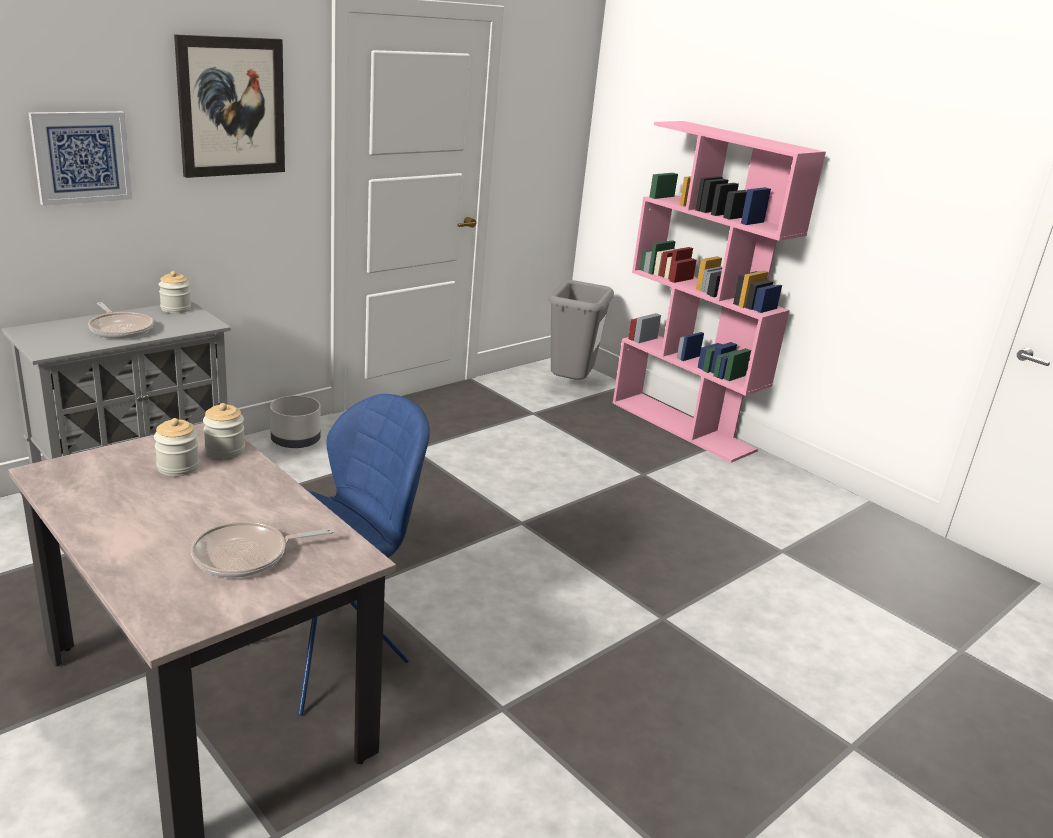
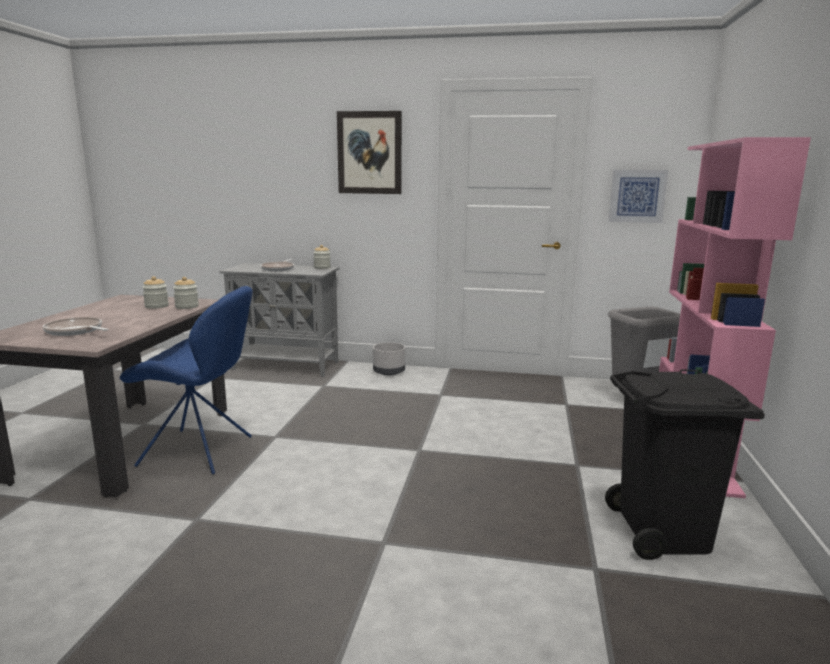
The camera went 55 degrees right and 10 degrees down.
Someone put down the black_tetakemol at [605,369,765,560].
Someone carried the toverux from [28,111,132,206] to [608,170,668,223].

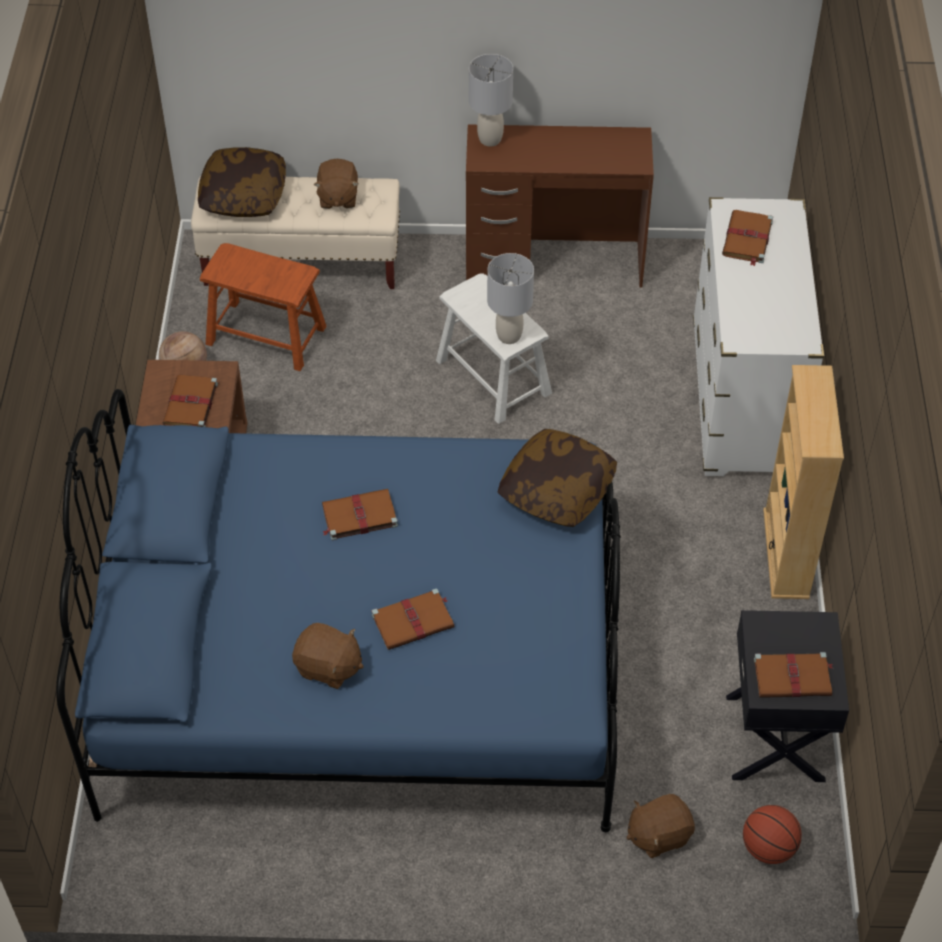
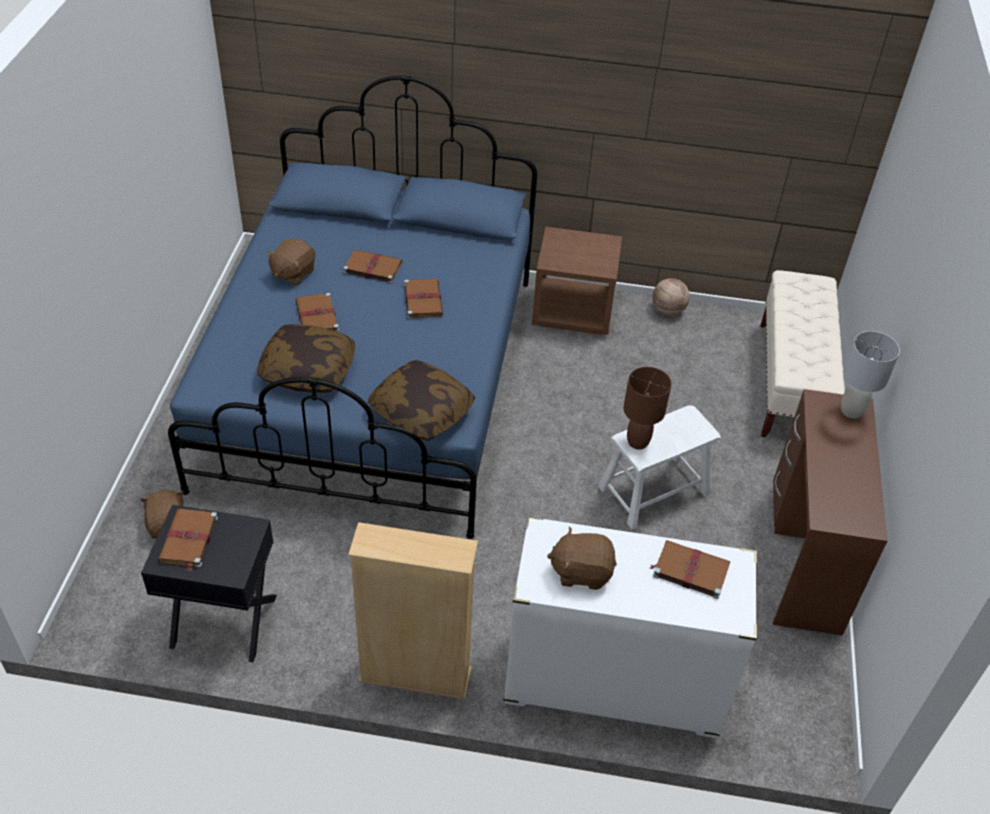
The camera went 95 degrees right and 5 degrees down.
Someone took away the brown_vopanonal at [200,243,326,371].
Someone took away the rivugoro at [743,805,802,864].
Someone carried the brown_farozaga from [163,375,218,427] to [341,250,402,283].
Someone carried the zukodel from [198,147,286,217] to [257,324,355,393].
Someone carried the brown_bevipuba from [314,159,358,209] to [547,526,617,590].
Someone repainted the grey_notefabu at [487,253,534,344], which became the brown_notefabu at [623,367,672,449].

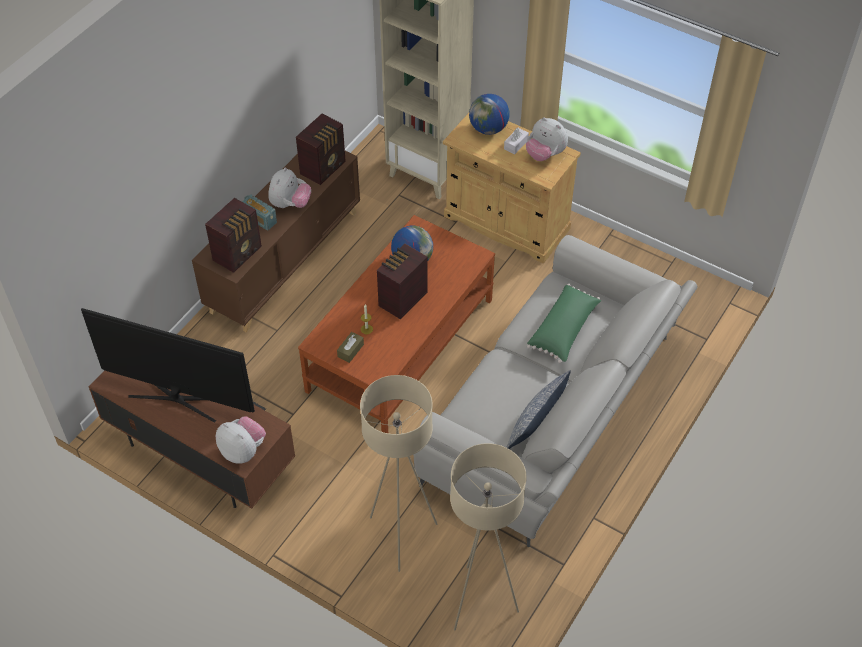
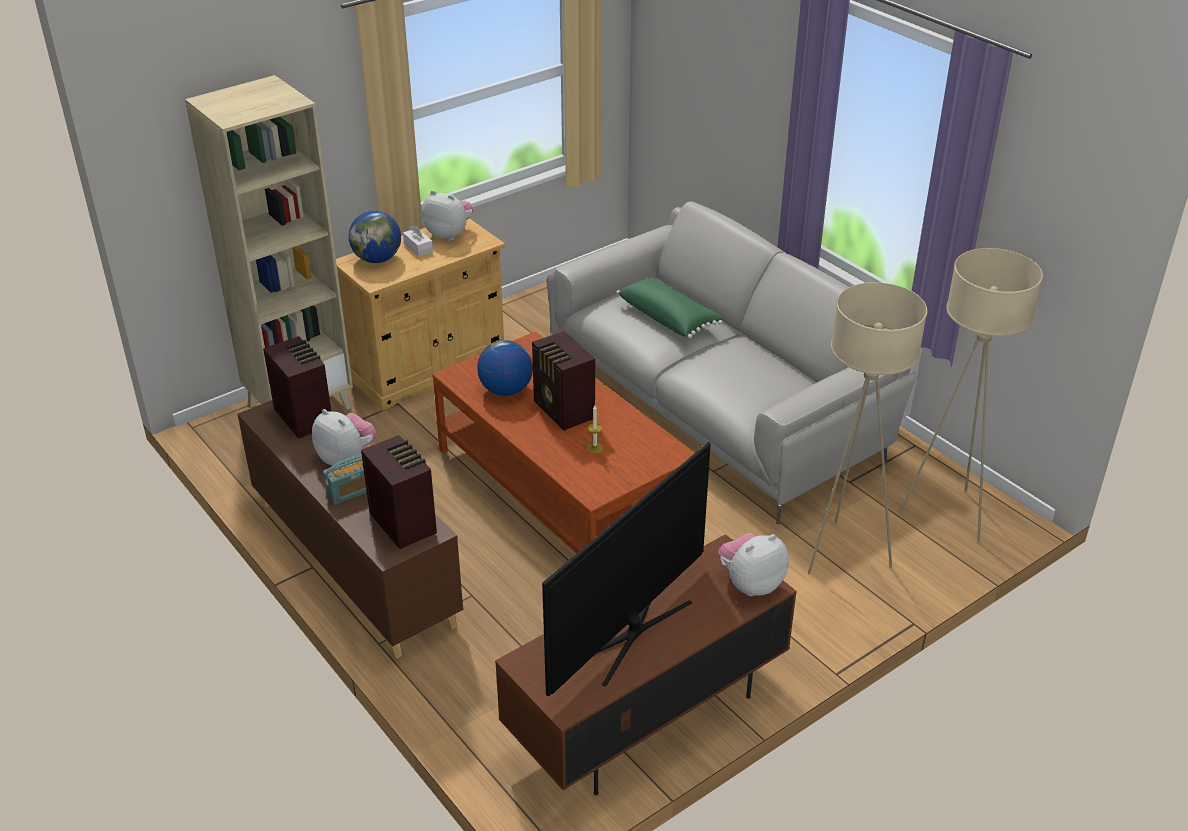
The camera went 70 degrees left and 15 degrees down.
Someone took away the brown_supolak at [337,332,364,363].
Someone took away the zukodel at [506,370,571,449].
Someone rotated the bevipuba at [526,117,568,161] by 120 degrees counterclockwise.

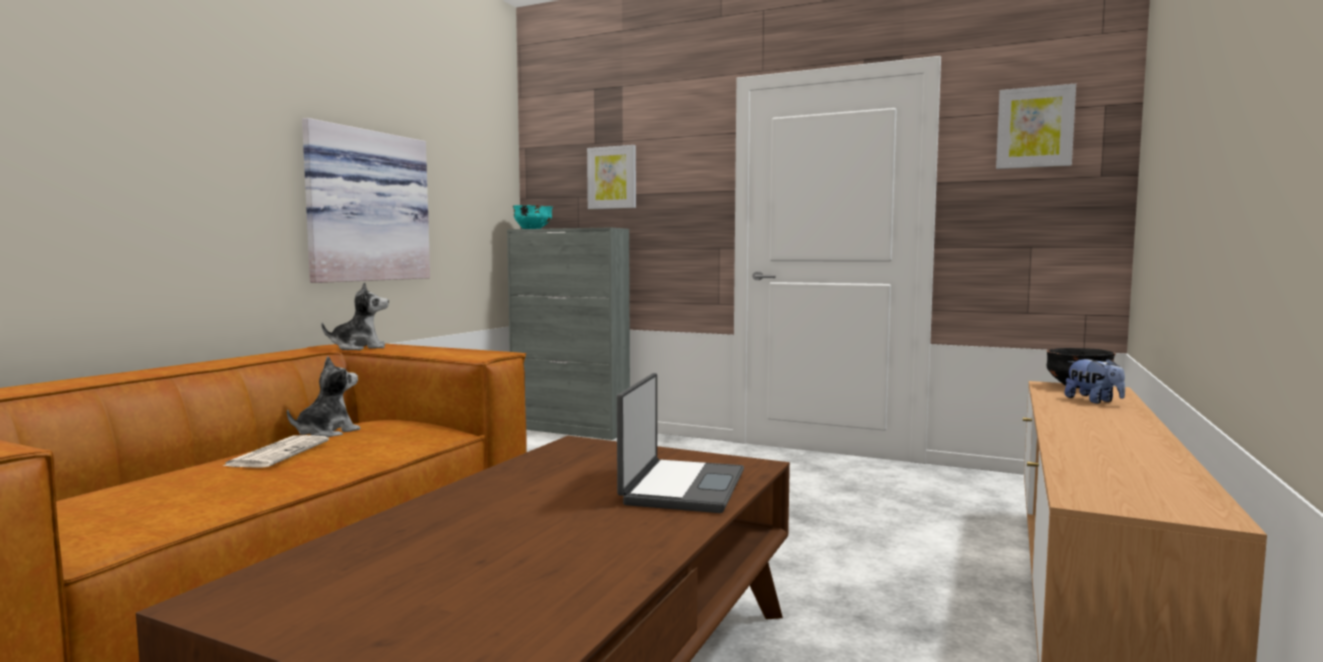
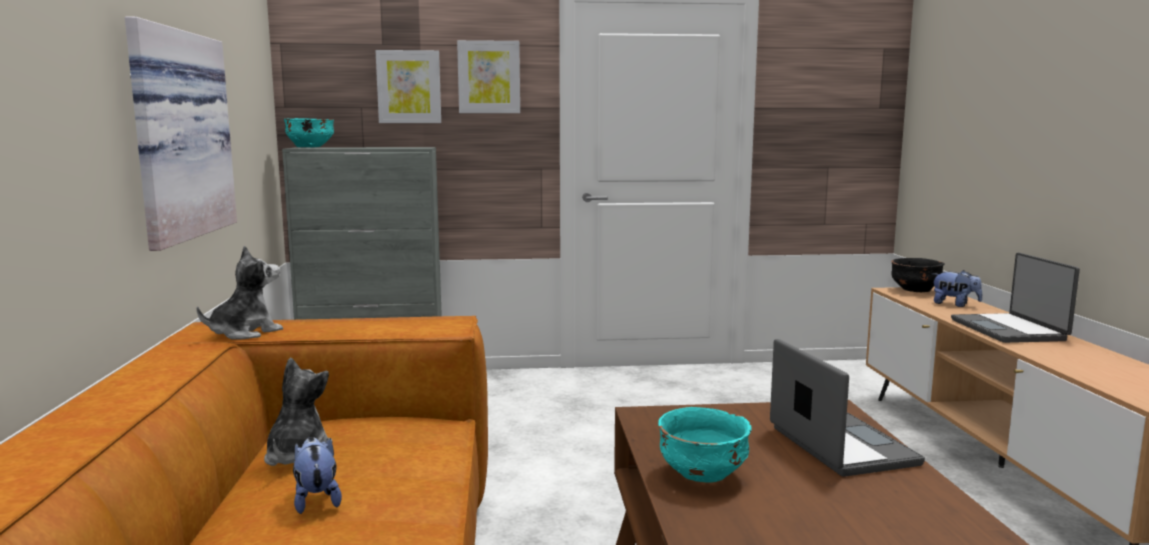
The camera went 30 degrees left and 5 degrees up.
Someone put down the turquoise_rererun at [658,407,752,483].
Someone put down the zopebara at [951,253,1080,343].
Someone carried the toverux from [996,84,1076,169] to [457,40,520,113].
Someone swapped the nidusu at [223,435,329,468] for the bevipuba at [293,437,342,514].

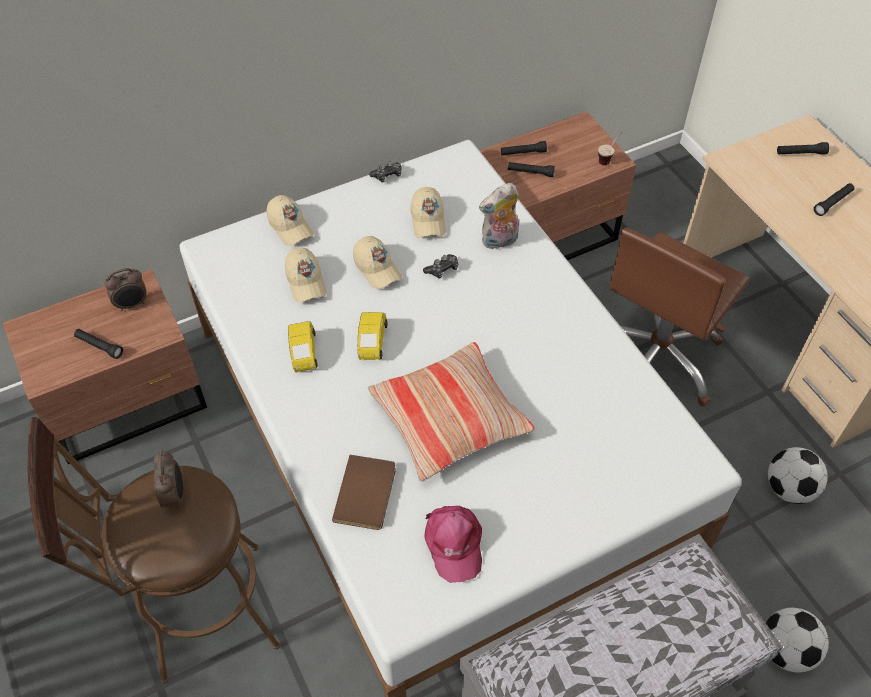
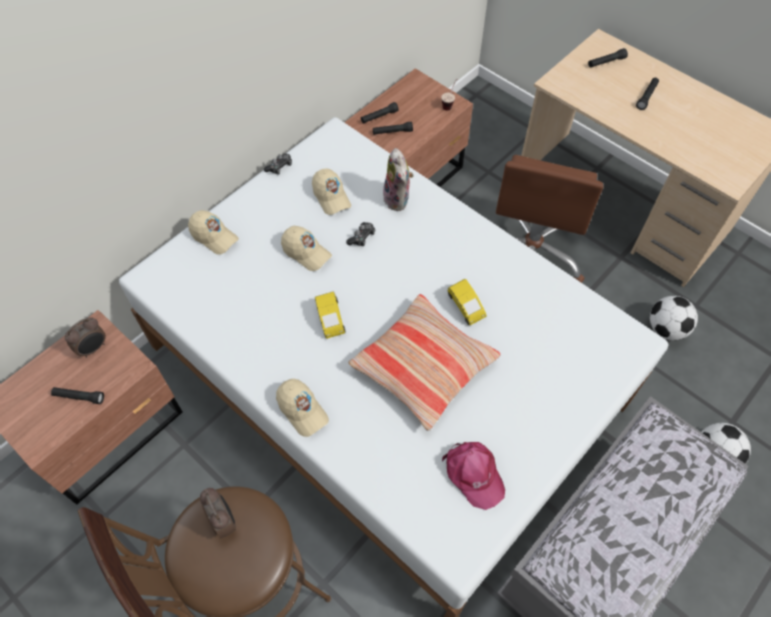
The camera went 20 degrees left and 5 degrees up.
Someone took away the brown_farozaga at [332,455,396,530].
Someone carried the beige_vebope from [285,248,327,303] to [276,379,329,437].
Someone carried the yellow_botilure from [288,321,318,372] to [448,279,487,325].
Someone rotated the bevipuba at [479,183,519,250] by 60 degrees counterclockwise.

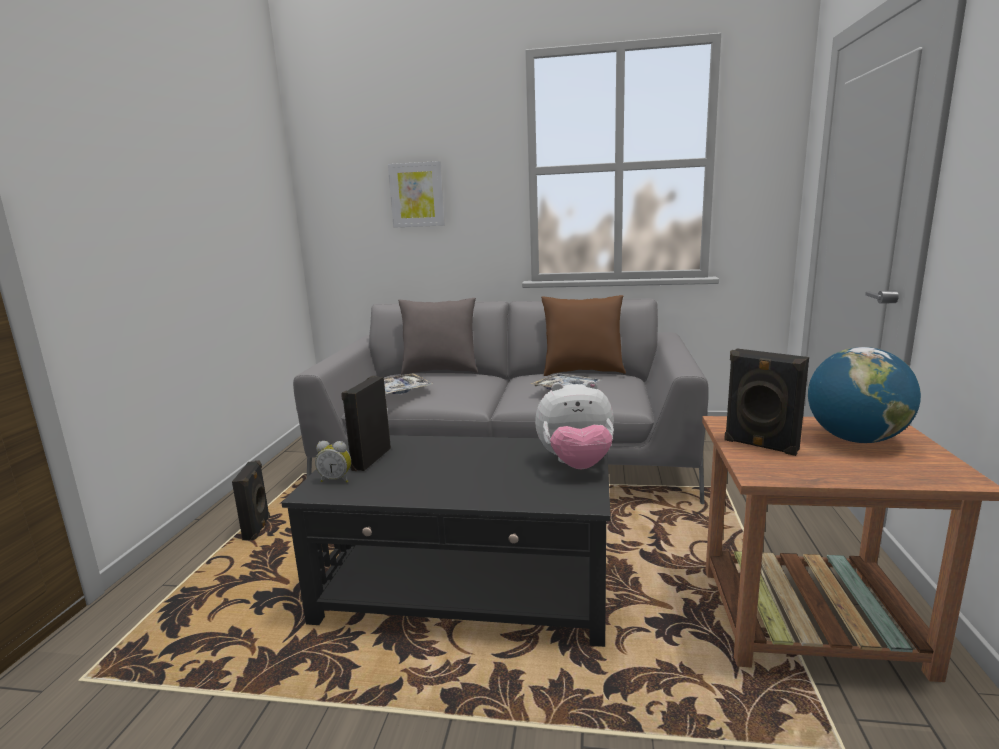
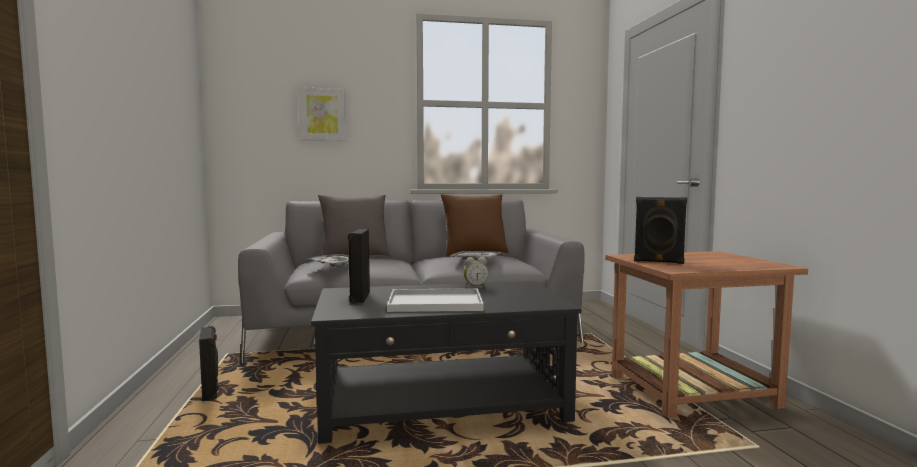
The camera went 20 degrees left and 10 degrees down.
Someone took away the bevipuba at [535,381,614,469].
Someone took away the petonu at [808,347,921,443].
Someone put down the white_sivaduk at [387,288,484,312].
Someone carried the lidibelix from [315,441,351,483] to [464,257,489,289].

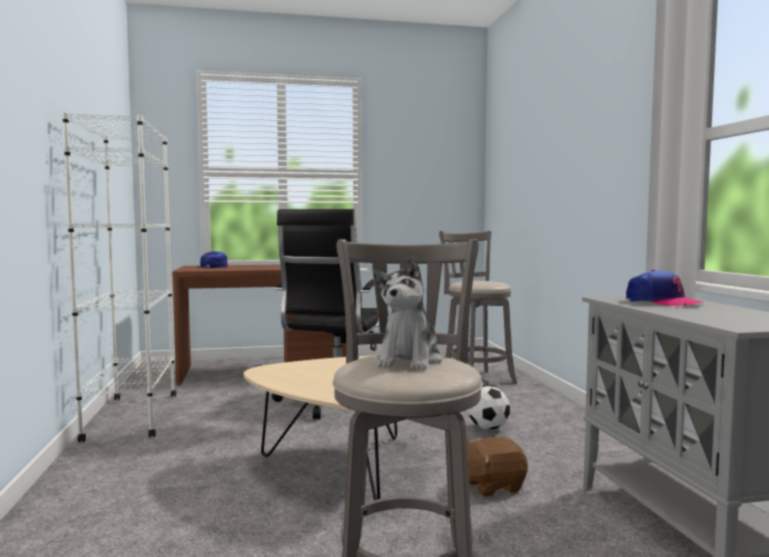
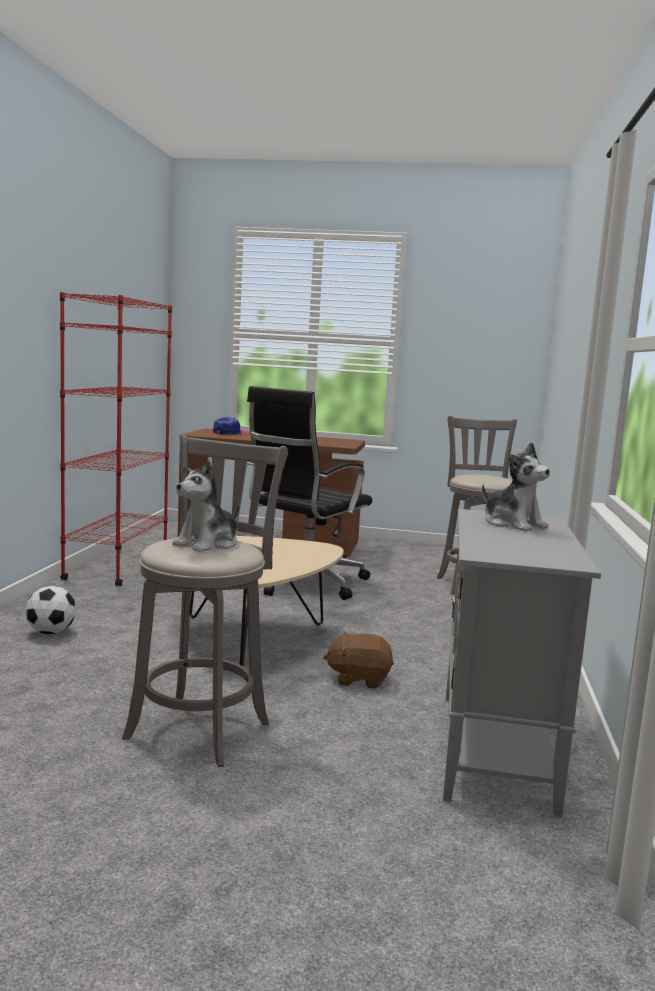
The camera went 20 degrees right and 5 degrees up.
Someone carried the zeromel from [468,386,510,429] to [25,586,76,634].
Someone swapped the vebope at [626,270,703,306] for the bevipuba at [482,442,550,531].
Someone repainted the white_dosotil at [62,112,176,442], which became the red_dosotil at [60,292,172,586].

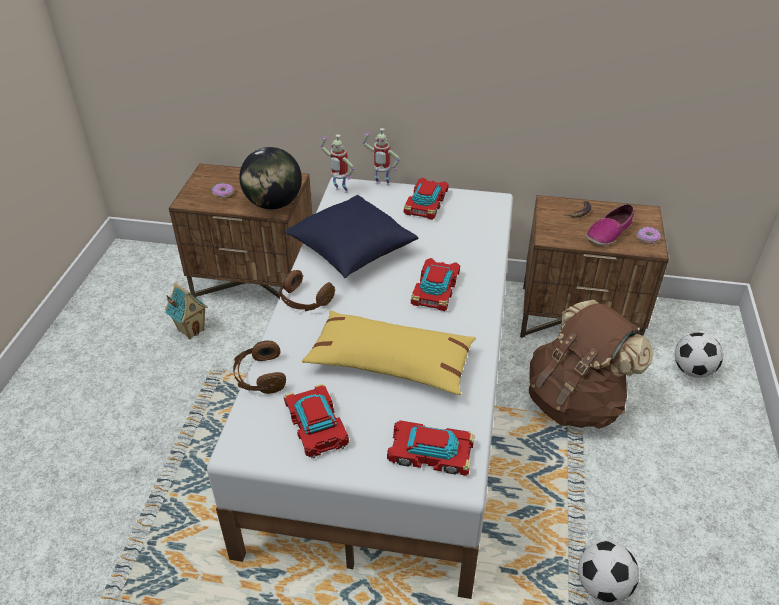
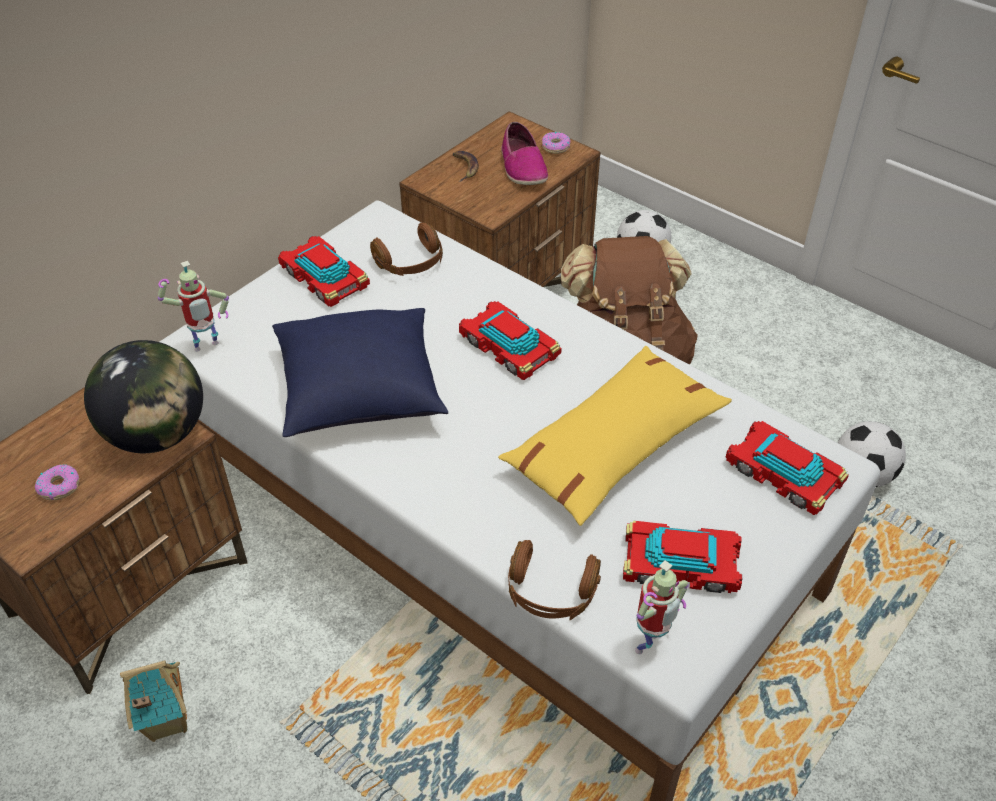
The camera went 60 degrees left and 5 degrees up.
Someone carried the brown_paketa from [279,270,335,311] to [370,223,443,276].
Someone carried the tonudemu from [362,128,400,186] to [635,560,689,654].
Someone rotated the botilure at [387,420,475,476] by 90 degrees clockwise.

